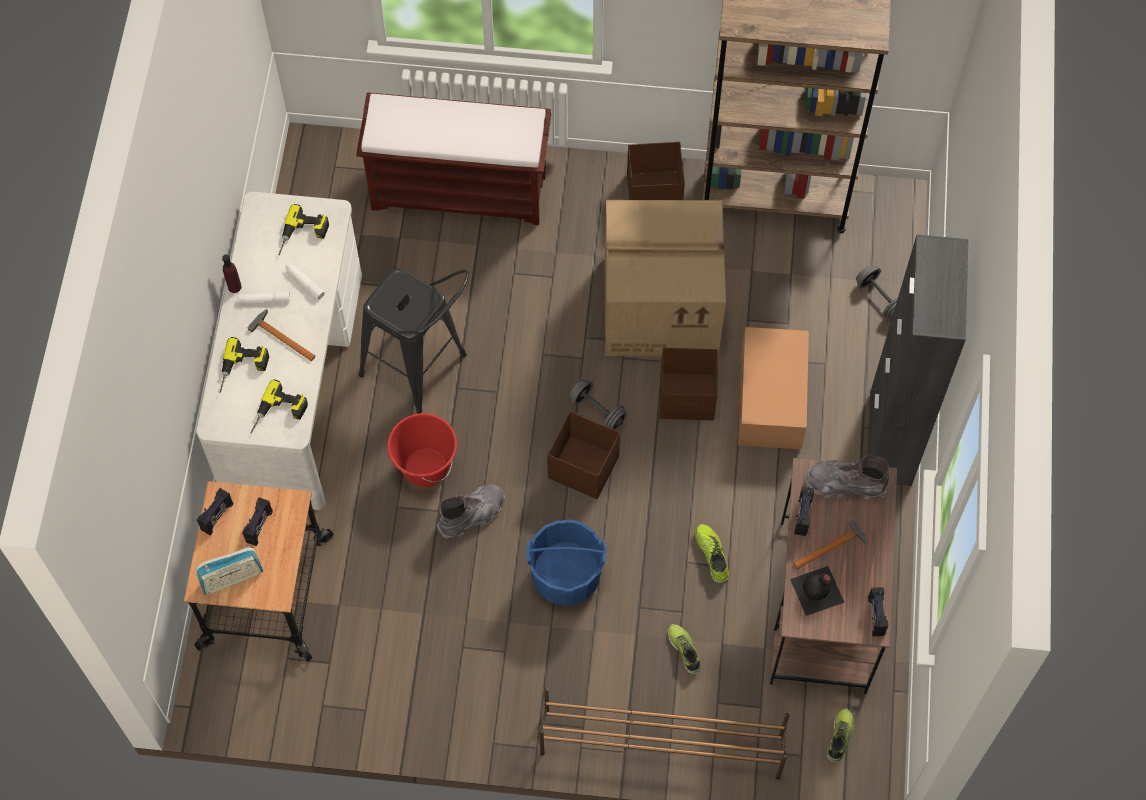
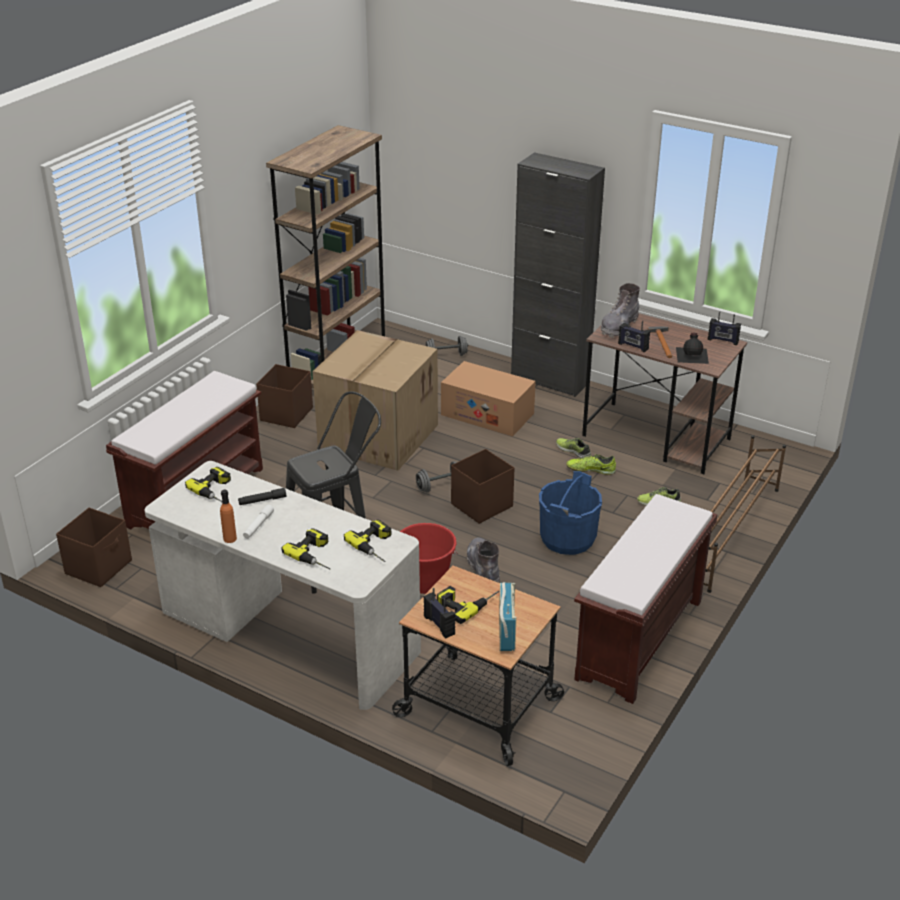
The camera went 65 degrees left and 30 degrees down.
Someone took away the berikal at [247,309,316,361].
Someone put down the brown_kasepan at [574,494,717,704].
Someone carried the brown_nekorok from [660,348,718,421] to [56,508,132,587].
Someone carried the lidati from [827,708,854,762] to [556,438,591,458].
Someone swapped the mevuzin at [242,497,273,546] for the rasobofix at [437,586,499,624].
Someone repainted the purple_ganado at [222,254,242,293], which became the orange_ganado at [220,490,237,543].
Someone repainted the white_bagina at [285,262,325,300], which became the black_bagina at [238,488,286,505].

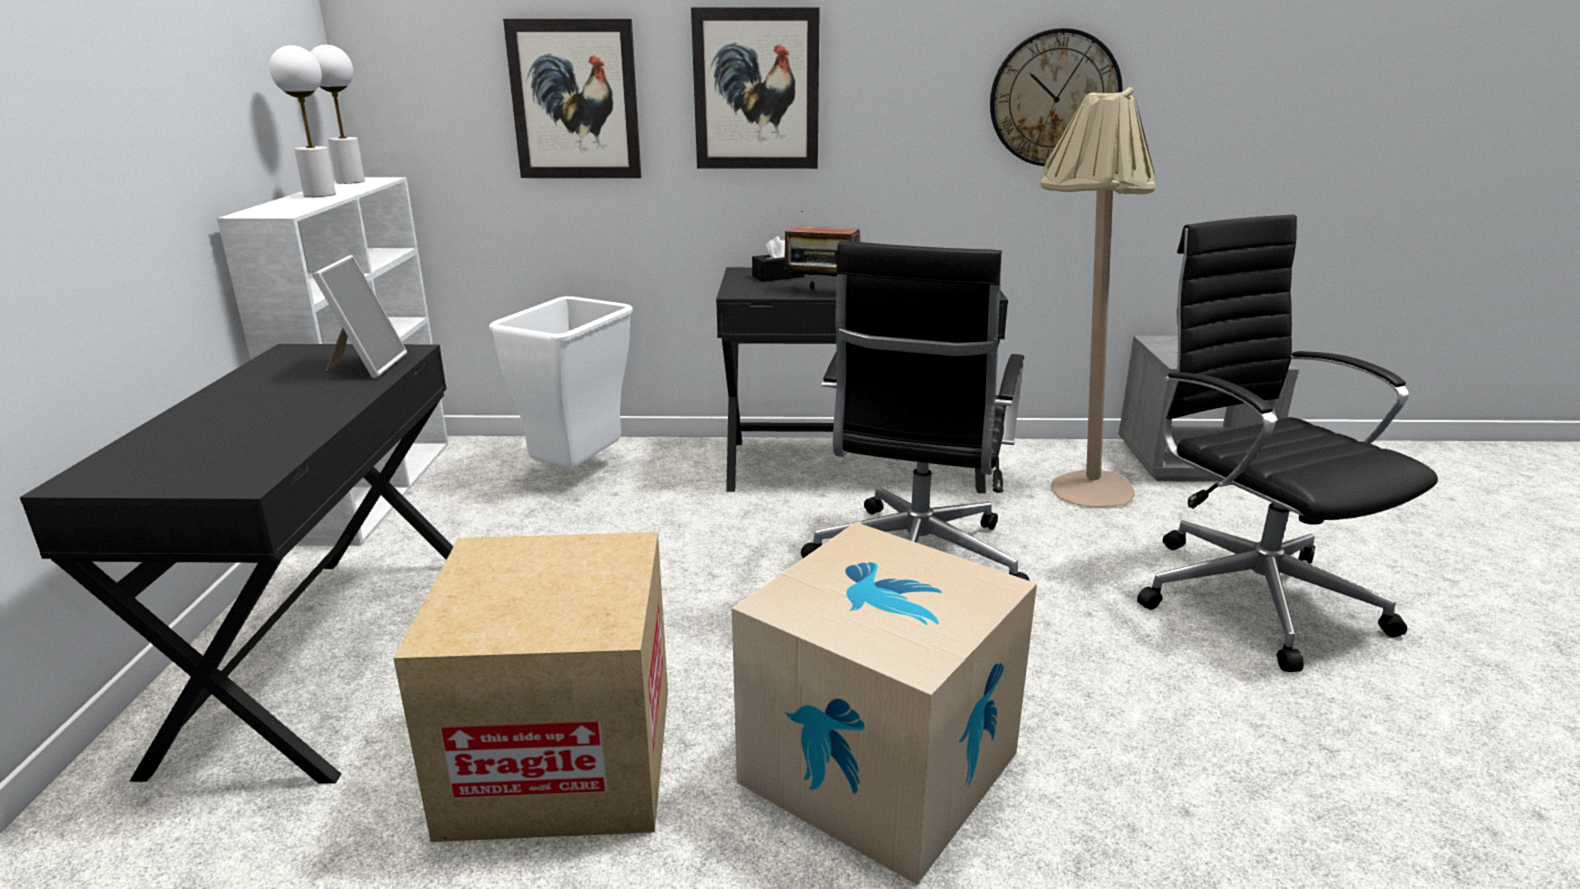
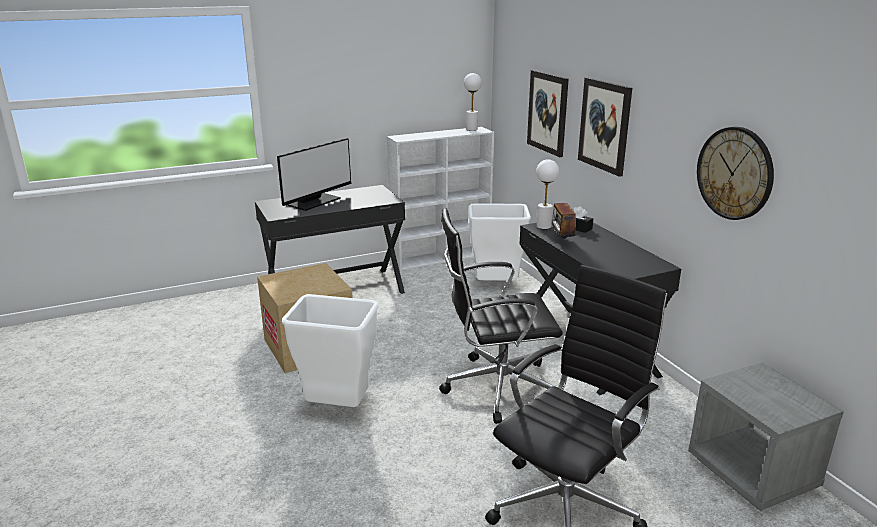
The camera went 65 degrees right and 0 degrees up.
Someone took away the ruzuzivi at [312,255,407,378].
Someone took away the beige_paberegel at [1040,87,1156,507].
Someone put down the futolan at [277,138,351,211].
Someone carried the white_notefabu from [269,45,336,197] to [536,159,559,229].
Someone swapped the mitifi at [732,522,1037,885] for the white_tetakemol at [282,294,378,407].

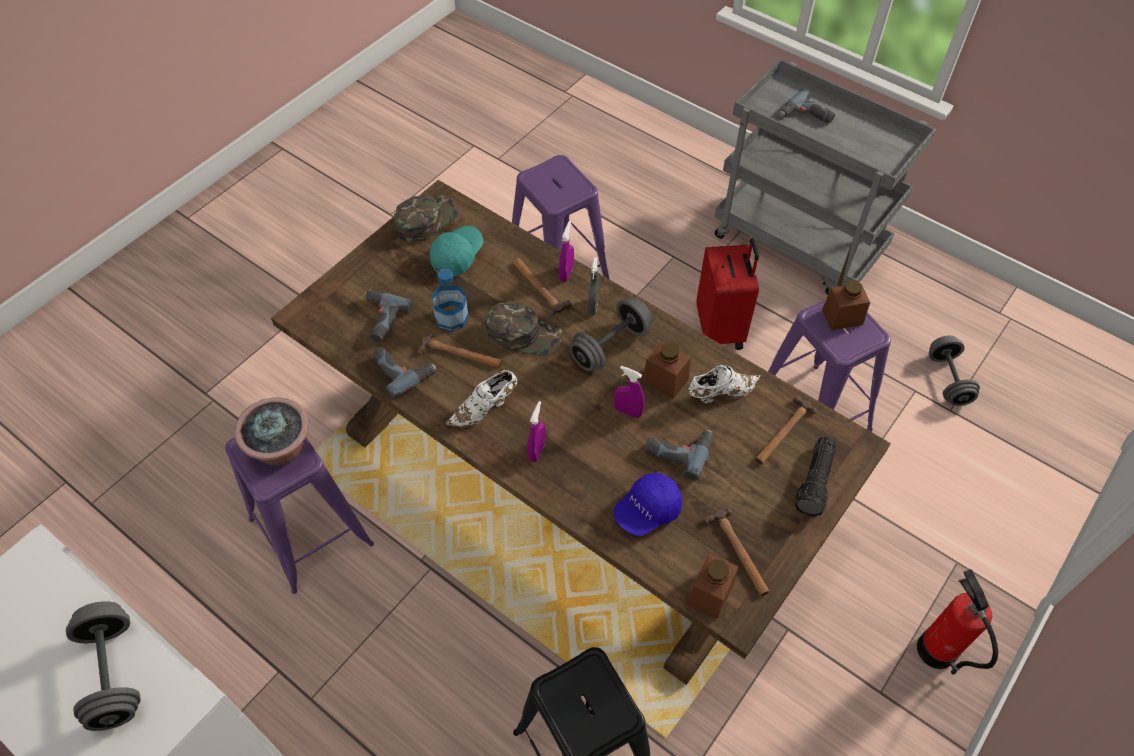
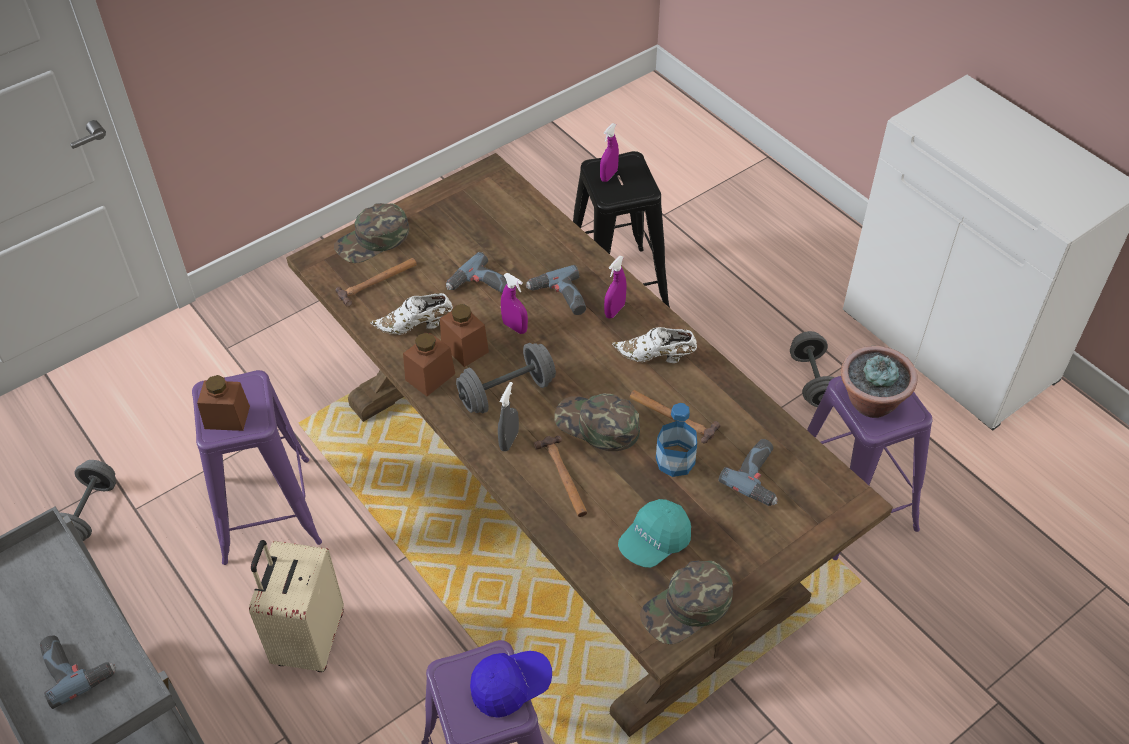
The camera went 165 degrees left and 5 degrees down.
Someone took away the berikal at [705,509,769,596].
Someone took away the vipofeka at [917,569,998,675].
Someone carried the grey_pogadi from [66,601,141,731] to [790,331,835,407].
Someone carried the rasobofix from [373,347,436,399] to [526,265,586,315].
Someone carried the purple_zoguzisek from [559,221,574,282] to [600,123,619,182].
Someone carried the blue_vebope from [613,473,682,536] to [470,651,552,718].
Someone carried the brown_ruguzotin from [687,553,739,619] to [403,333,455,396].
Someone swapped the bagina at [795,437,837,517] for the green_vebope at [334,203,409,263].
Someone repainted the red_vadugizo at [696,238,759,350], which became the beige_vadugizo at [249,540,344,672].
Someone rotated the white_lidati at [445,370,517,427] by 150 degrees counterclockwise.

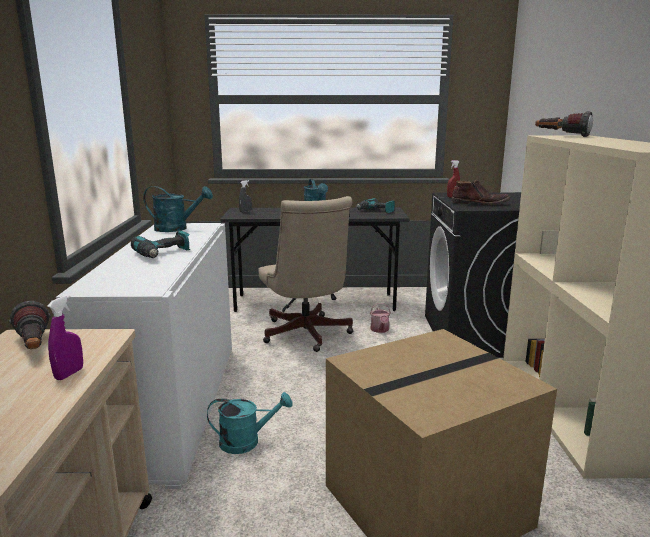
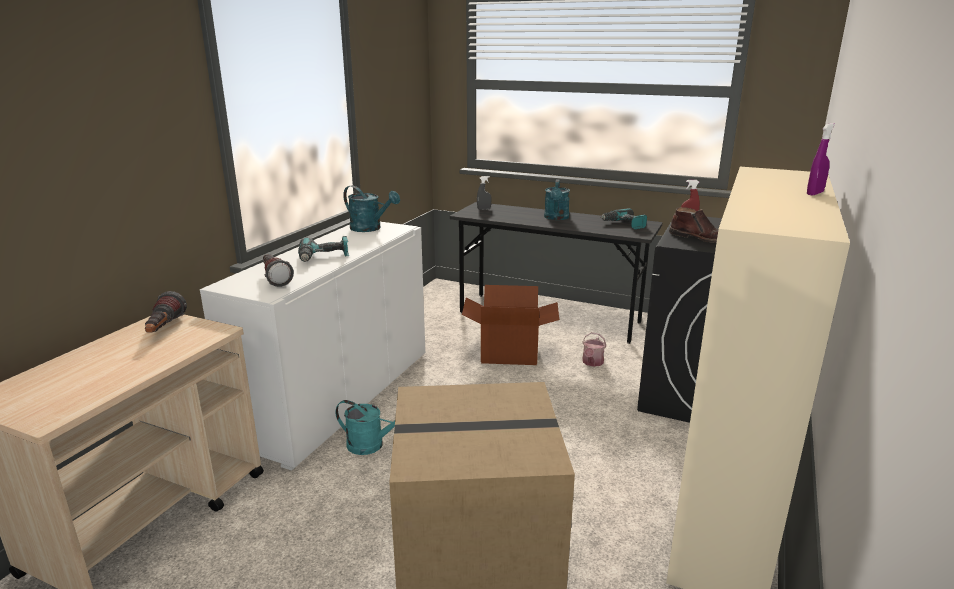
The camera went 25 degrees right and 5 degrees up.
Someone carried the purple_zoguzisek from [47,295,83,380] to [807,123,835,196].
Someone carried the bagina from [535,111,593,137] to [263,254,294,287].
Someone swapped the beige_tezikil at [258,196,353,352] for the mitifi at [462,285,559,365].

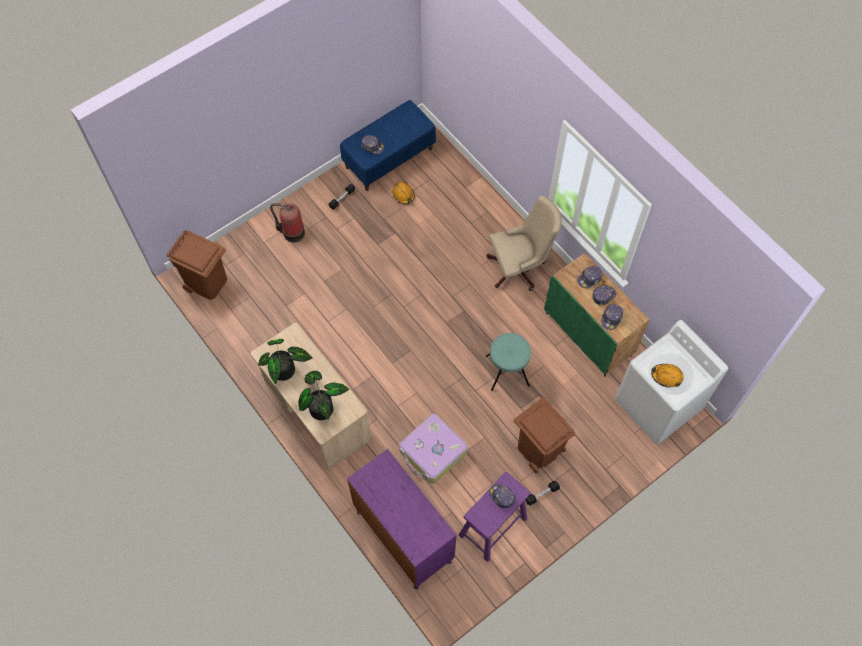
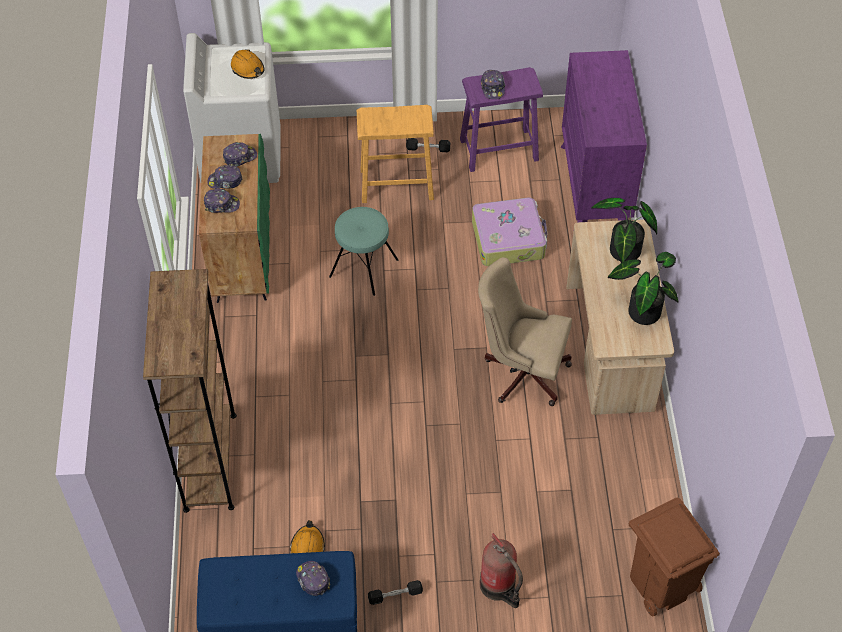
The camera went 145 degrees left and 10 degrees down.
Someone put down the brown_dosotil at [143,269,237,513].
Someone carried the beige_tezikil from [486,196,562,291] to [478,257,572,406].
Someone swapped the brown_tetakemol at [513,398,576,473] for the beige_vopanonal at [357,105,434,203].

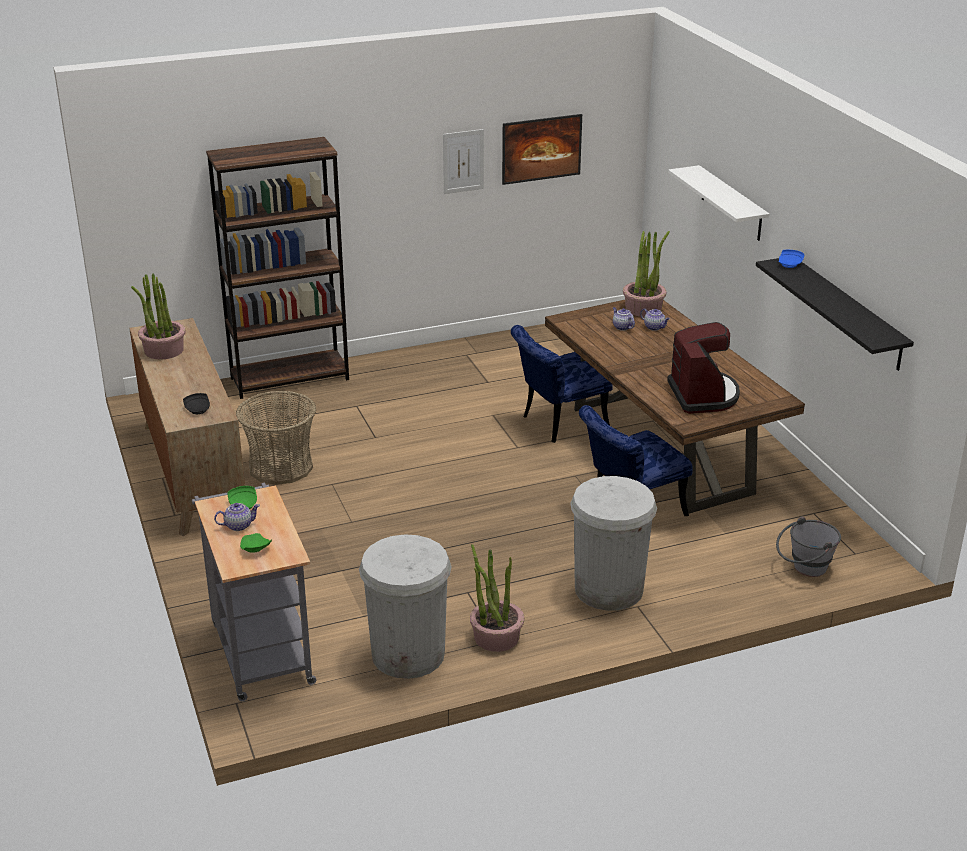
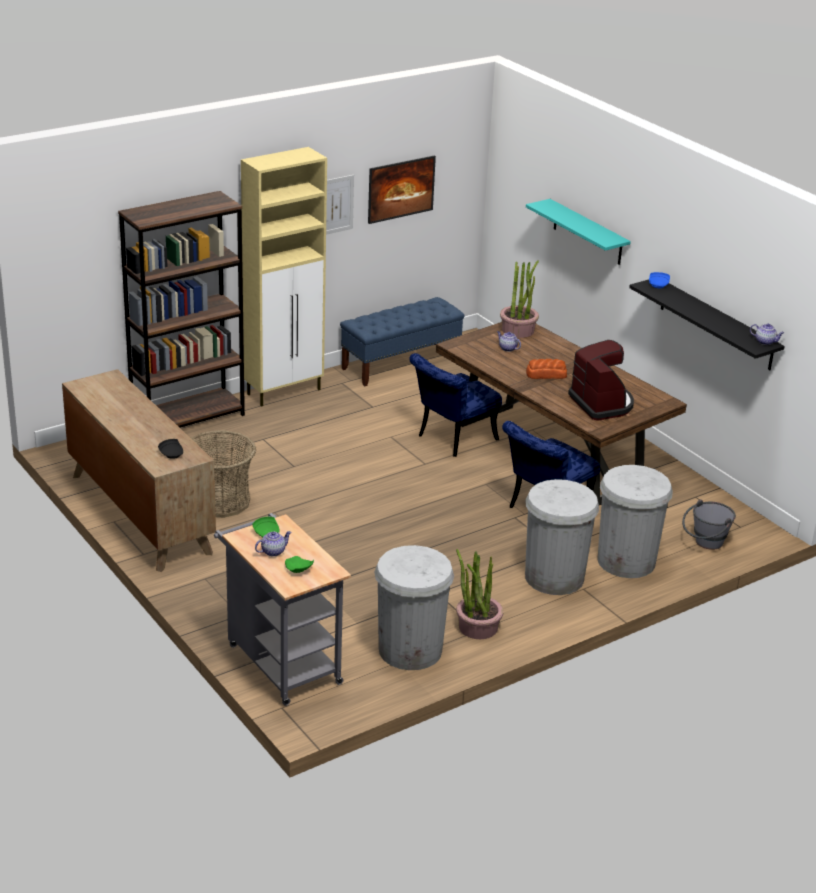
The camera went 15 degrees left and 0 degrees up.
Someone took away the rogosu at [131,273,186,360].
Someone put down the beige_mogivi at [241,147,327,407].
Someone put down the blue_kasepan at [340,297,465,386].
Someone put down the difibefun at [526,359,567,379].
Someone put down the white_tetakemol at [597,465,673,578].
Someone carried the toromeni from [640,308,670,331] to [750,323,784,345].
Someone repainted the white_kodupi at [668,165,770,241], which became the turquoise_kodupi at [526,199,631,265].

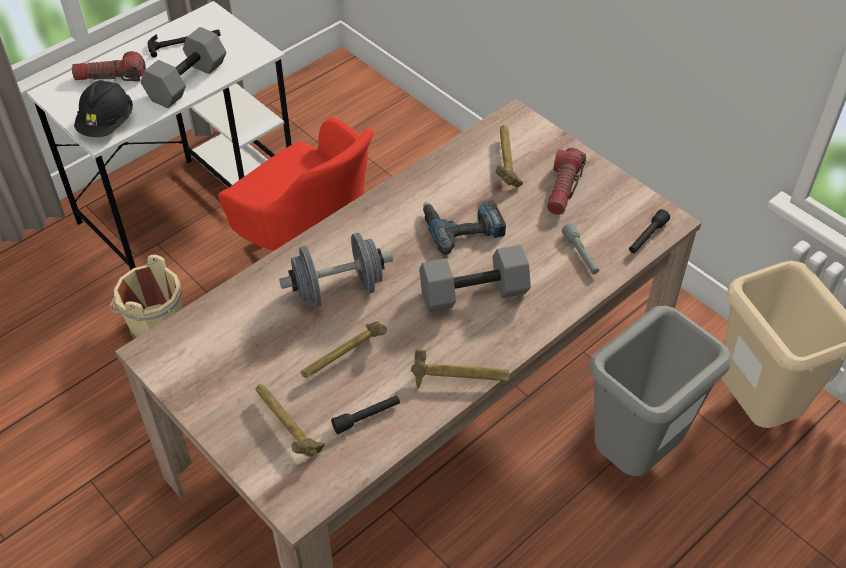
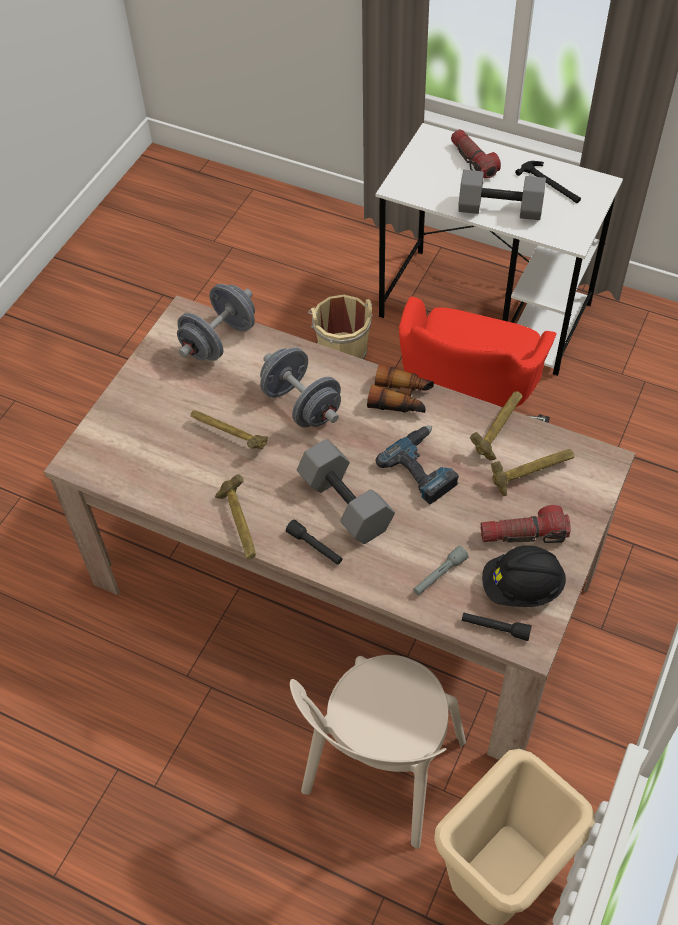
The camera went 70 degrees right and 5 degrees up.
Someone put down the grey_pogadi at [177,284,255,361].
Someone put down the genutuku at [367,363,434,413].
Someone carried the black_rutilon from [74,80,133,137] to [482,546,566,607].
Someone carried the berikal from [255,384,325,457] to [470,391,522,461].
Someone carried the black_bagina from [331,395,400,434] to [286,519,342,565].
Someone swapped the grey_tetakemol at [589,306,731,476] for the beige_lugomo at [290,655,466,849].

